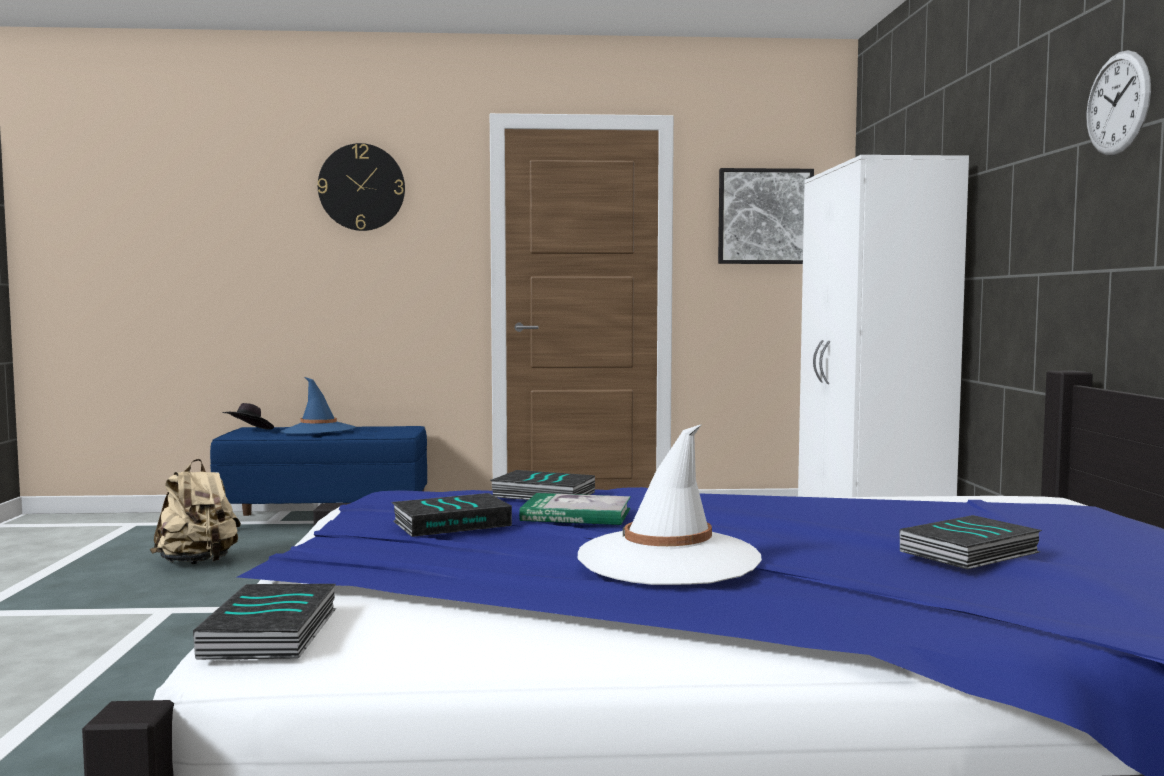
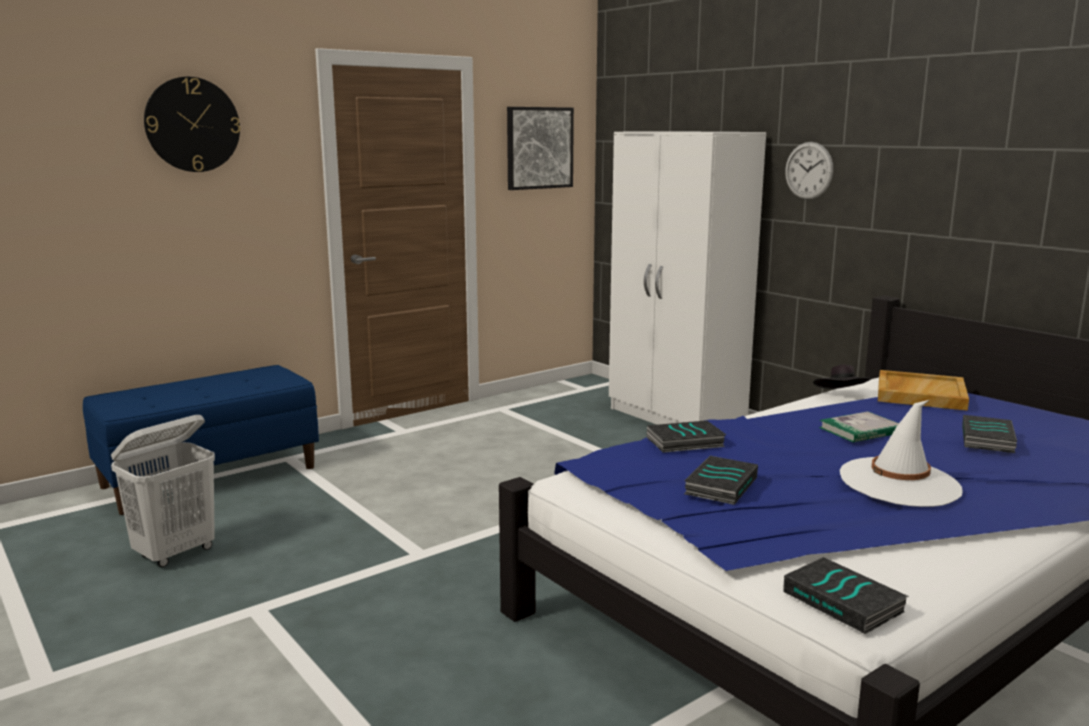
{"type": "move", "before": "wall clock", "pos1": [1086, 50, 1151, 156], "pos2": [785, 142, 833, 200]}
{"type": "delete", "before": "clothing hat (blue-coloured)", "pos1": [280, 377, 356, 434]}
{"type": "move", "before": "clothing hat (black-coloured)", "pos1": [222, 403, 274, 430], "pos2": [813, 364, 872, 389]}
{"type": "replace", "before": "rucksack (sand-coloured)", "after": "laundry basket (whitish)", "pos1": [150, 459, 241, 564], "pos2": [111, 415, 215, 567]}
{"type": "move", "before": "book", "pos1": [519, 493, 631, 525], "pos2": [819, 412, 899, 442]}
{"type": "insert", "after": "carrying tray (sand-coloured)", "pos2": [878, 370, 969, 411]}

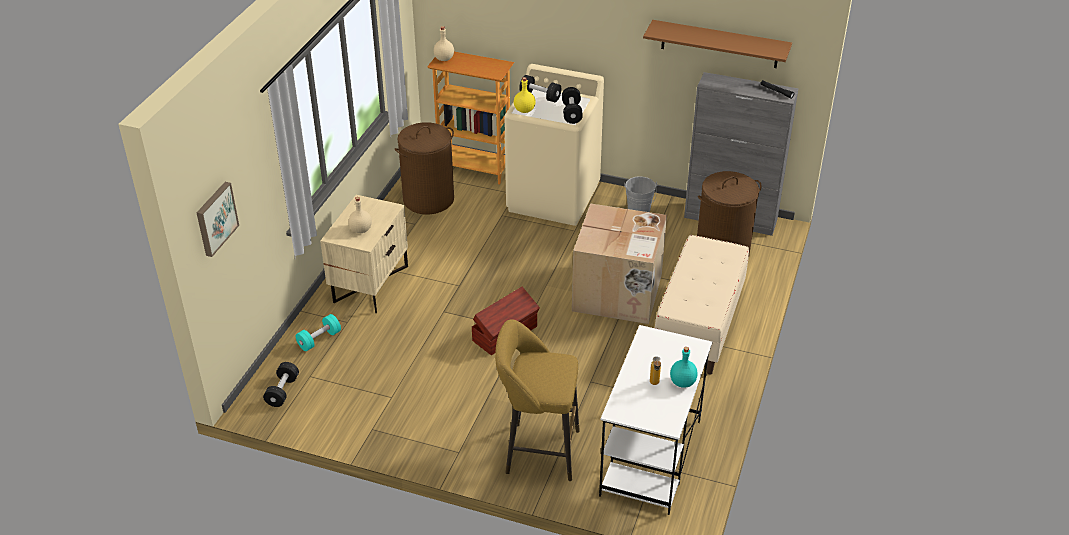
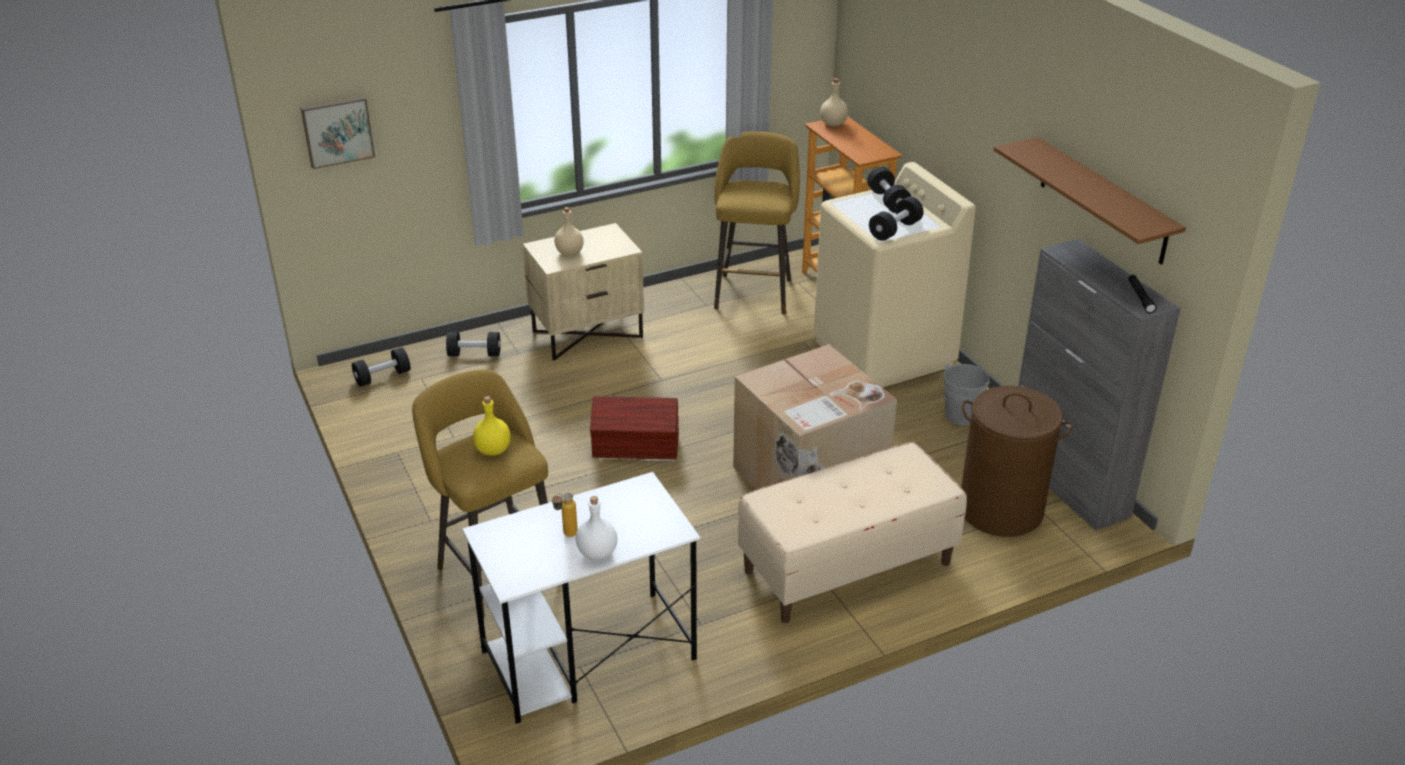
{"type": "move", "before": "beverage bottle (yellow-coloured)", "pos1": [514, 77, 536, 113], "pos2": [473, 396, 510, 456]}
{"type": "replace", "before": "laundry basket (brownish)", "after": "sitting stool (yellow-coloured)", "pos1": [395, 122, 454, 214], "pos2": [714, 131, 800, 314]}
{"type": "recolor", "before": "free weight (turquoise-coloured)", "after": "free weight (black-coloured)", "pos1": [296, 314, 341, 351], "pos2": [446, 332, 501, 356]}
{"type": "recolor", "before": "beverage bottle (turquoise-coloured)", "after": "beverage bottle (whitish)", "pos1": [670, 347, 698, 388], "pos2": [576, 496, 617, 560]}

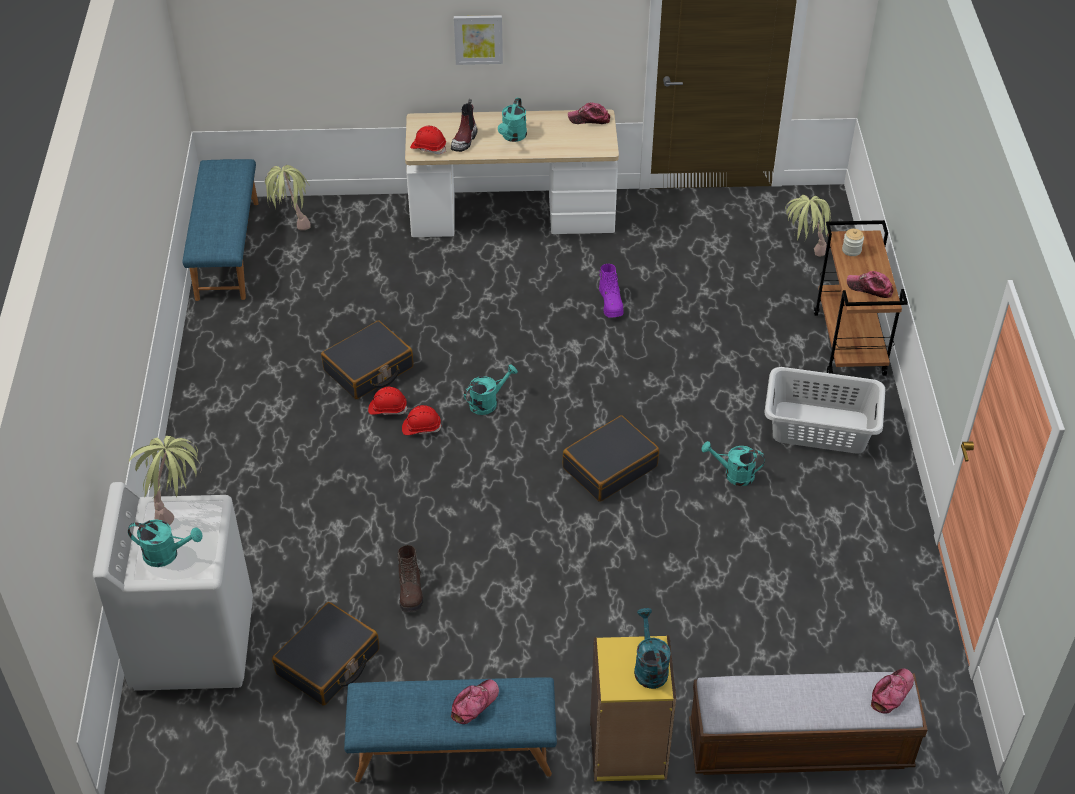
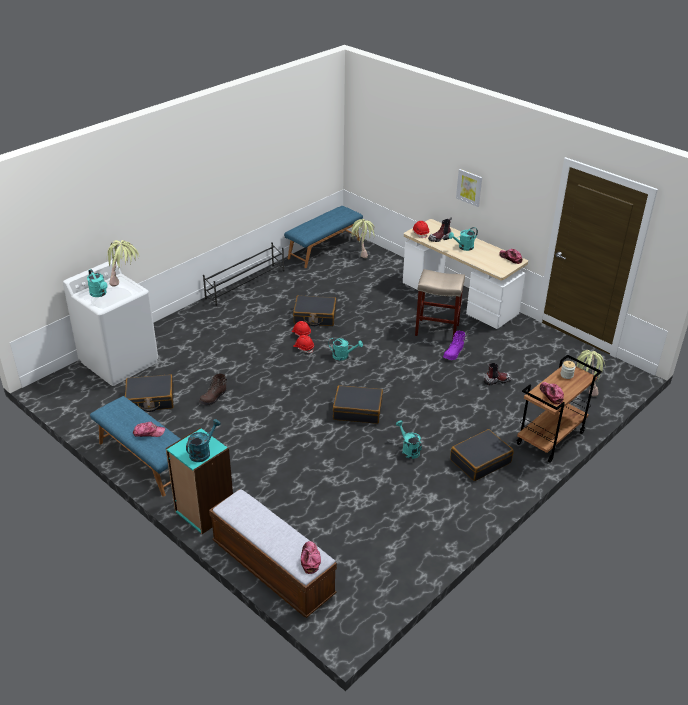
{"type": "replace", "before": "laundry basket (gray)", "after": "travel case (black-coloured)", "pos1": [764, 367, 885, 453], "pos2": [450, 429, 514, 481]}
{"type": "recolor", "before": "shelving unit (yellow-coloured)", "after": "shelving unit (turquoise-coloured)", "pos1": [590, 636, 676, 782], "pos2": [166, 427, 233, 534]}
{"type": "rotate", "before": "peaked cap", "pos1": [871, 669, 914, 714], "pos2": [301, 541, 321, 574], "turn": -90}
{"type": "insert", "after": "shoe shelf (black-coloured)", "pos2": [203, 242, 284, 306]}
{"type": "insert", "after": "sitting stool (sand-coloured)", "pos2": [415, 269, 465, 336]}
{"type": "insert", "after": "tall boot", "pos2": [484, 363, 511, 385]}

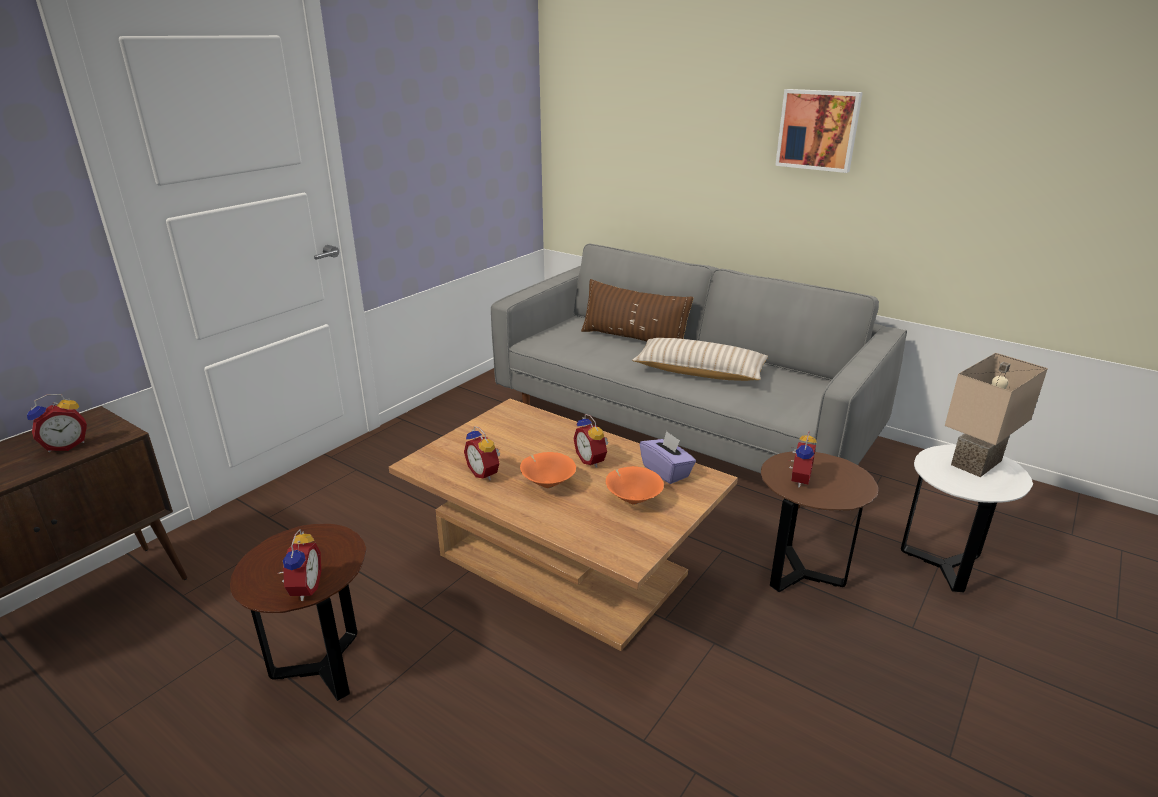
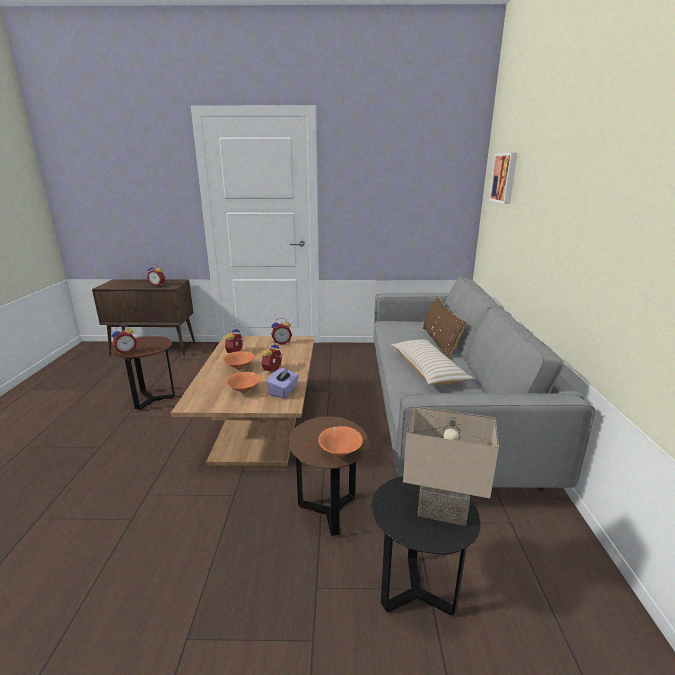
{"type": "move", "before": "wall art", "pos1": [775, 89, 863, 173], "pos2": [489, 153, 517, 204]}
{"type": "move", "before": "table clock", "pos1": [789, 430, 817, 488], "pos2": [271, 318, 292, 345]}
{"type": "recolor", "before": "accent table (whitish)", "after": "accent table (black-coloured)", "pos1": [901, 444, 1033, 592], "pos2": [371, 477, 481, 616]}
{"type": "insert", "after": "deep dish (orange)", "pos2": [318, 426, 363, 456]}

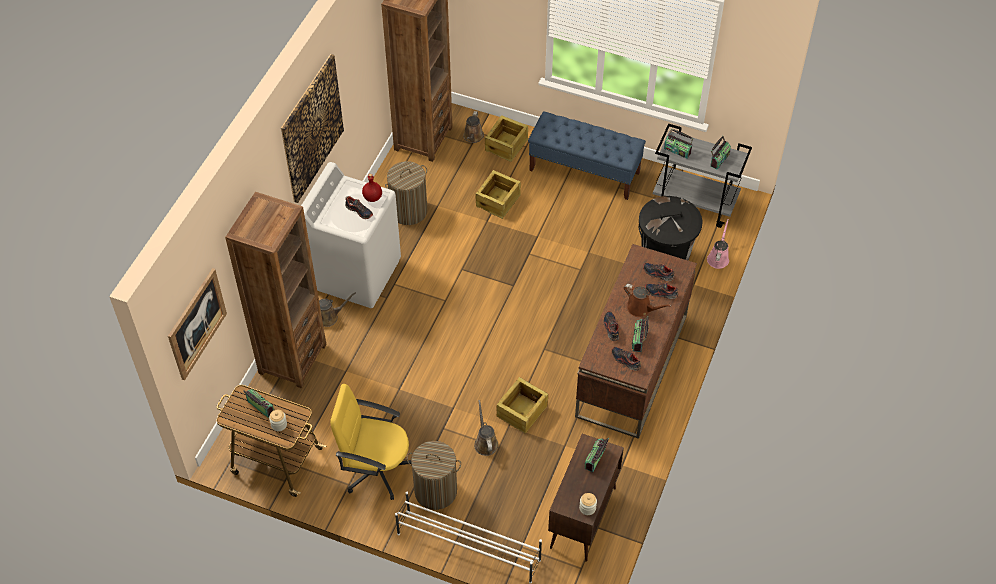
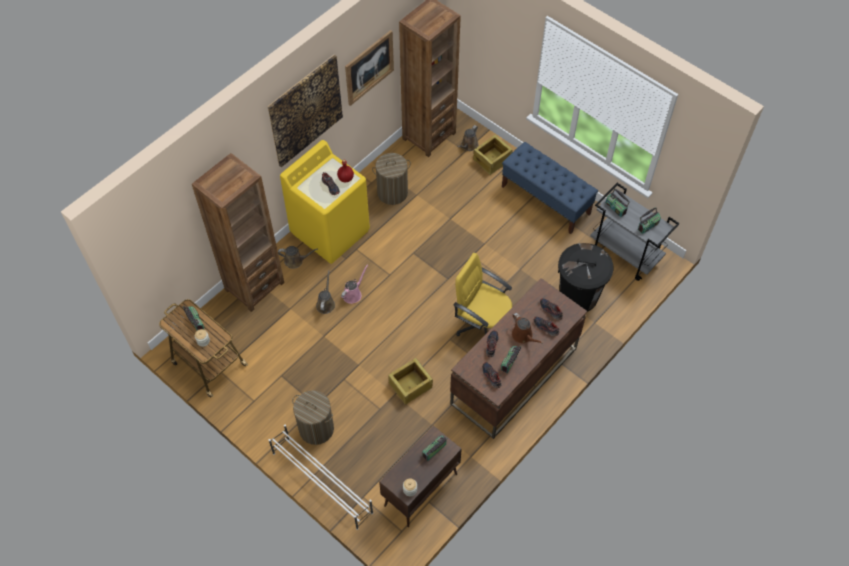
{"type": "recolor", "before": "washing machine (whitish)", "after": "washing machine (yellow-coloured)", "pos1": [301, 162, 401, 308], "pos2": [280, 140, 370, 264]}
{"type": "delete", "before": "shipping crate", "pos1": [475, 170, 521, 219]}
{"type": "move", "before": "sprinkling can (pink-coloured)", "pos1": [707, 219, 729, 269], "pos2": [341, 265, 368, 304]}
{"type": "move", "before": "wall art", "pos1": [168, 268, 227, 381], "pos2": [345, 30, 394, 106]}
{"type": "move", "before": "office chair (yellow-coloured)", "pos1": [330, 384, 412, 500], "pos2": [454, 253, 512, 336]}
{"type": "move", "before": "sprinkling can (brownish)", "pos1": [474, 400, 498, 456], "pos2": [316, 270, 335, 314]}

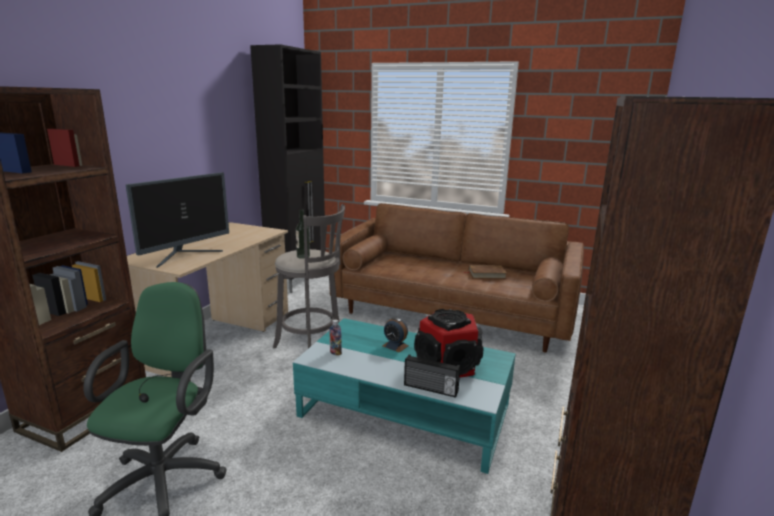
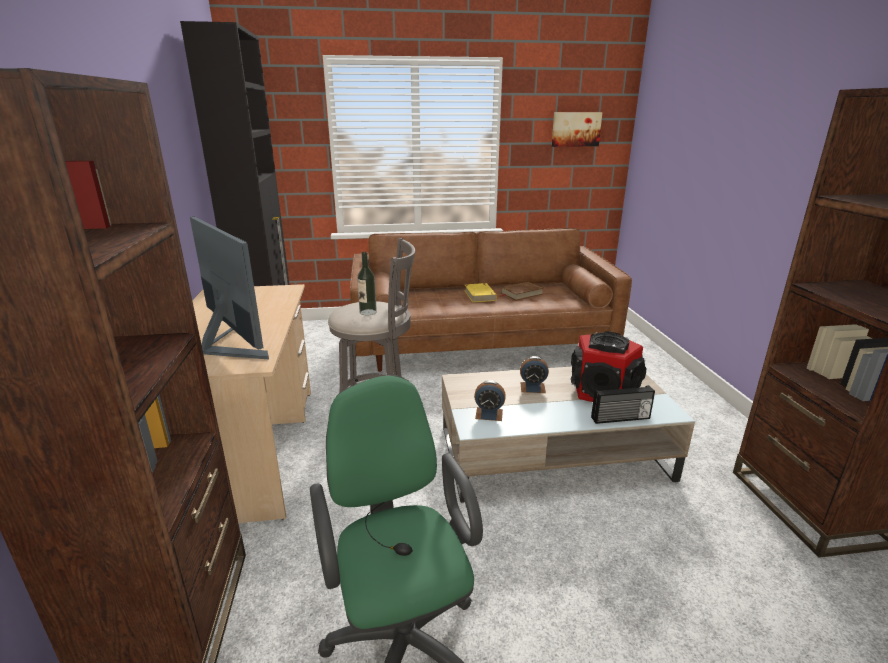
{"type": "rotate", "before": "monitor", "pos1": [126, 172, 229, 268], "pos2": [190, 217, 269, 359], "turn": -45}
{"type": "recolor", "before": "lounge table (turquoise-coloured)", "after": "lounge table (sand-coloured)", "pos1": [293, 318, 516, 474], "pos2": [442, 367, 695, 503]}
{"type": "replace", "before": "beverage bottle", "after": "table clock", "pos1": [330, 319, 342, 356], "pos2": [474, 380, 506, 421]}
{"type": "insert", "after": "wall art", "pos2": [552, 112, 603, 147]}
{"type": "insert", "after": "book (yellow-coloured)", "pos2": [464, 283, 497, 302]}

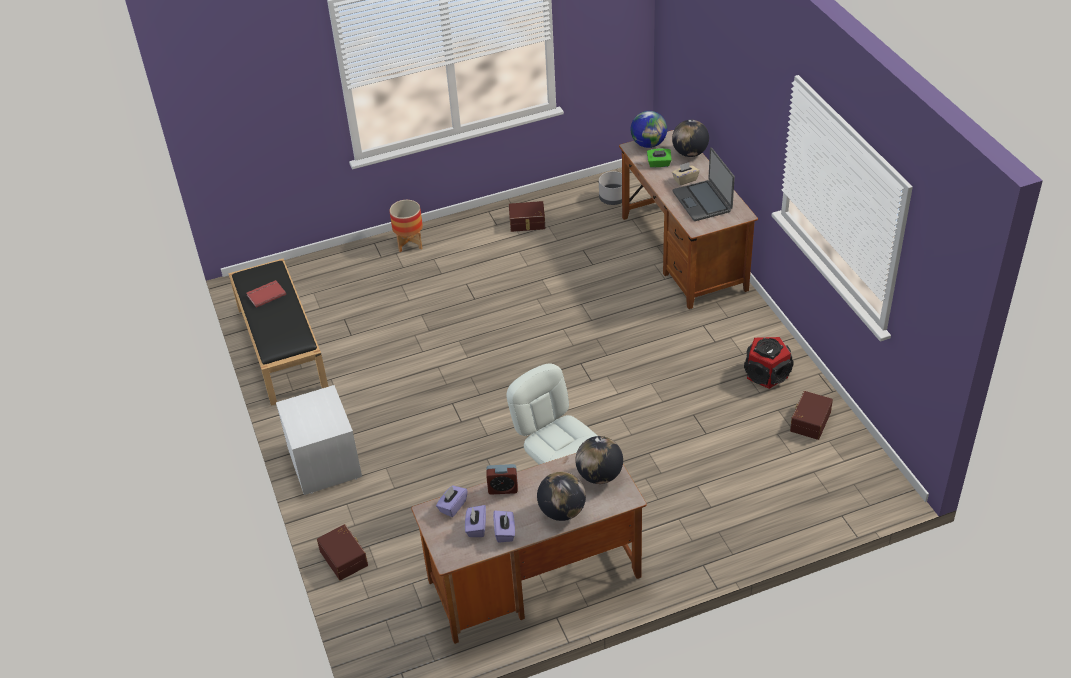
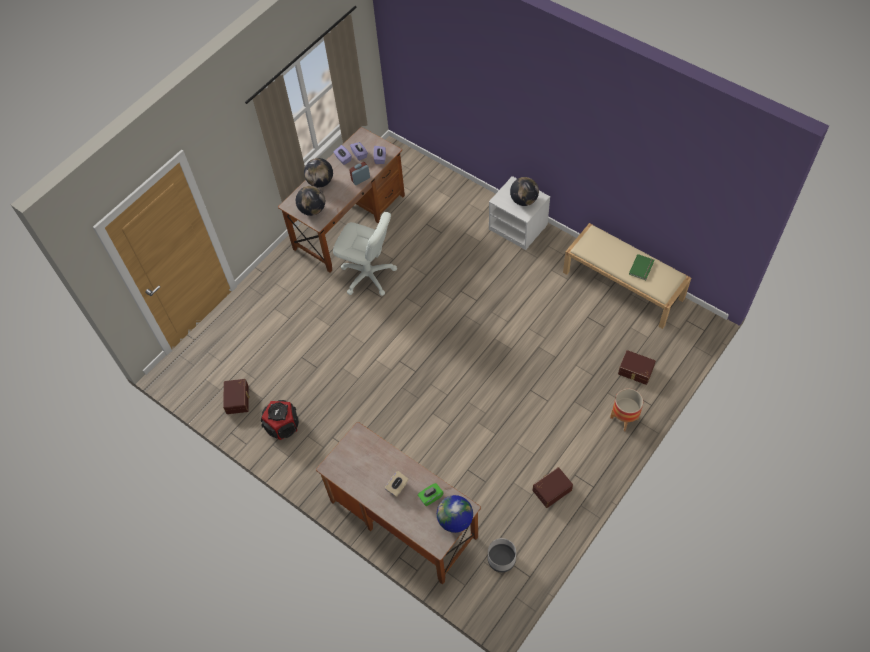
{"type": "move", "before": "desk globe", "pos1": [672, 120, 709, 157], "pos2": [510, 177, 539, 206]}
{"type": "delete", "before": "notebook computer", "pos1": [673, 147, 735, 221]}
{"type": "recolor", "before": "indoor bench (black-coloured)", "after": "indoor bench (sand-coloured)", "pos1": [228, 258, 329, 406], "pos2": [563, 223, 691, 329]}
{"type": "recolor", "before": "book (red)", "after": "book (green)", "pos1": [246, 280, 286, 308], "pos2": [629, 254, 654, 280]}
{"type": "move", "before": "storage bin (brownish)", "pos1": [317, 524, 368, 580], "pos2": [618, 350, 656, 385]}

